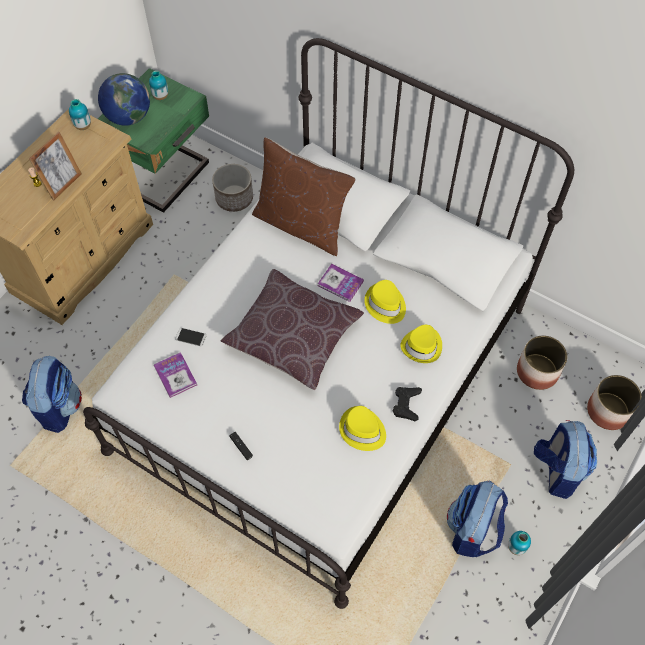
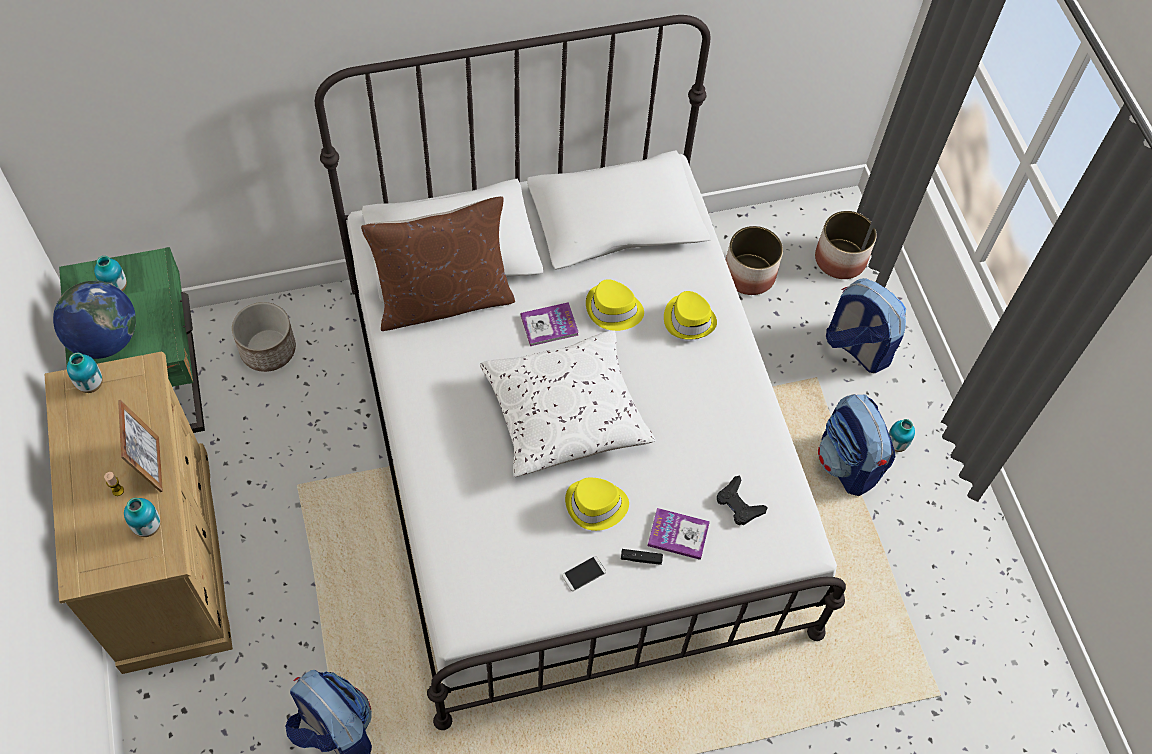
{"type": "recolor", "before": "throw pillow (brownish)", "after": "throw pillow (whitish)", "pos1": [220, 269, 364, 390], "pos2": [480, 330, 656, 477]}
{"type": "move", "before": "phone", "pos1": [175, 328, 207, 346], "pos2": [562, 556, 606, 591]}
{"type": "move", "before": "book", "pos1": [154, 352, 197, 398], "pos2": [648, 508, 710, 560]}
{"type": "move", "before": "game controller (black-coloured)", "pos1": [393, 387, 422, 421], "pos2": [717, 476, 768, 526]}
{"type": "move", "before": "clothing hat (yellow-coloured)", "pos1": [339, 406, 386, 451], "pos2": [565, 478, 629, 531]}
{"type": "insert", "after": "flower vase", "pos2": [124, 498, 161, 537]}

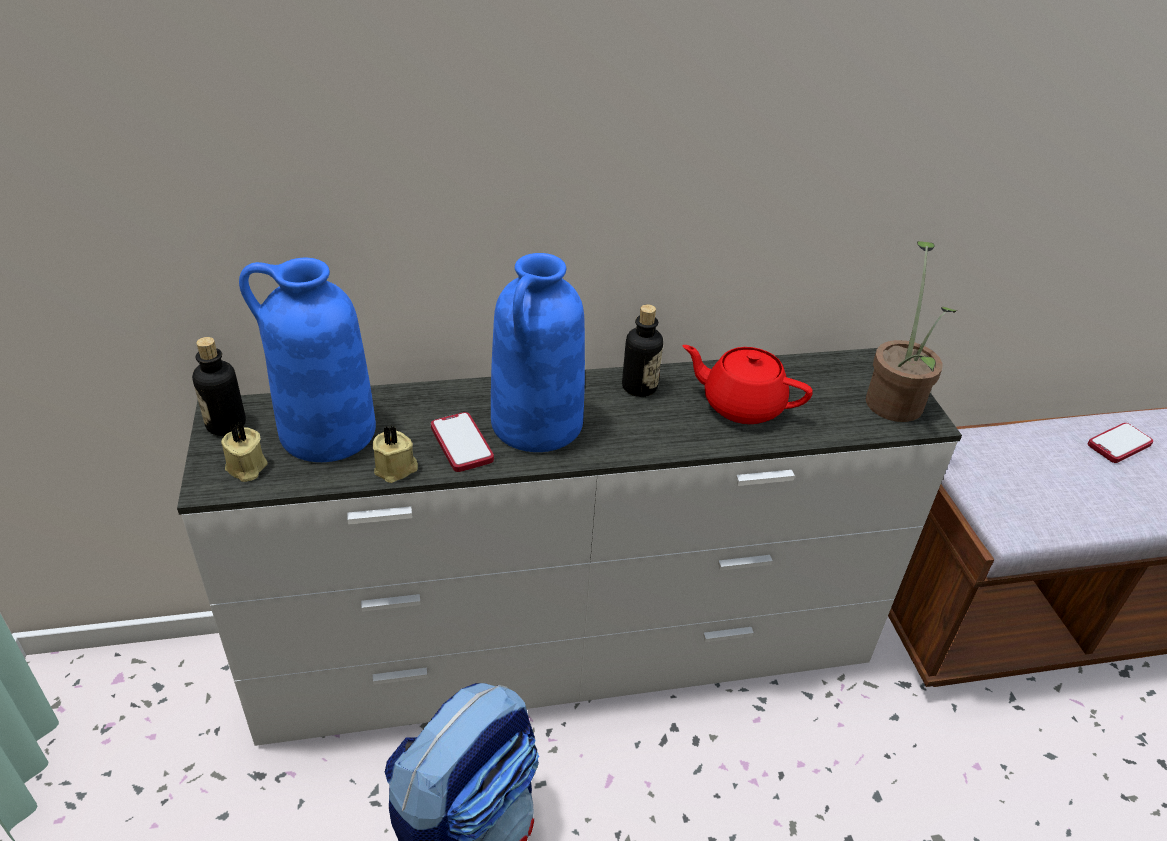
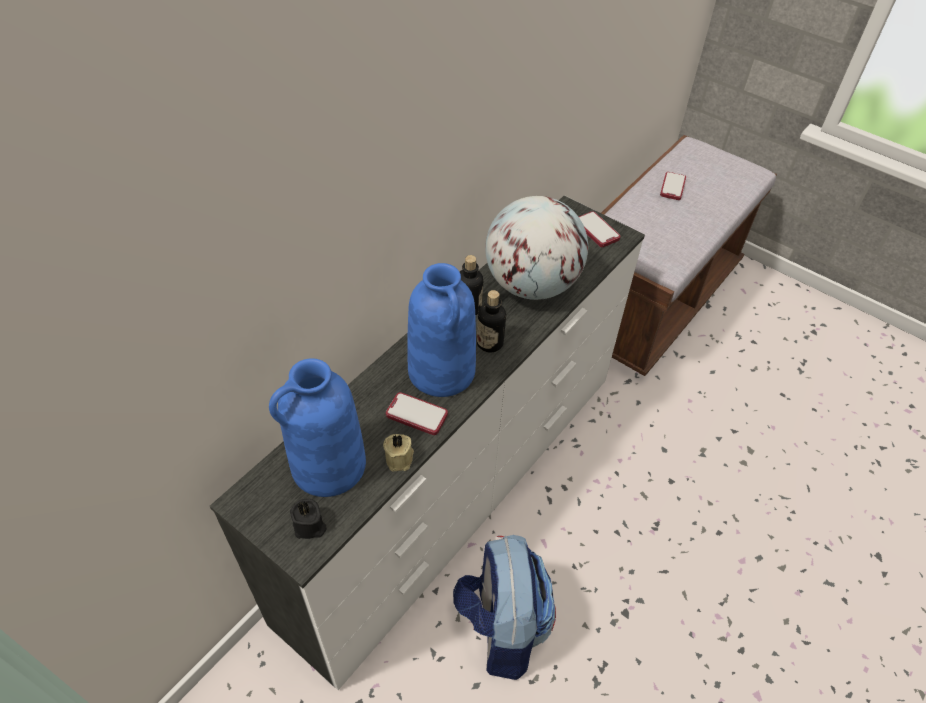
{"type": "replace", "before": "houseplant", "after": "phone", "pos1": [866, 241, 957, 422], "pos2": [579, 211, 620, 247]}
{"type": "move", "before": "beverage bottle", "pos1": [192, 337, 246, 436], "pos2": [477, 290, 506, 352]}
{"type": "replace", "before": "tea pot (red)", "after": "desk globe", "pos1": [682, 345, 813, 424], "pos2": [485, 196, 588, 300]}
{"type": "recolor", "before": "wax candle (sand-coloured)", "after": "wax candle (black-coloured)", "pos1": [221, 423, 268, 482], "pos2": [290, 499, 327, 539]}

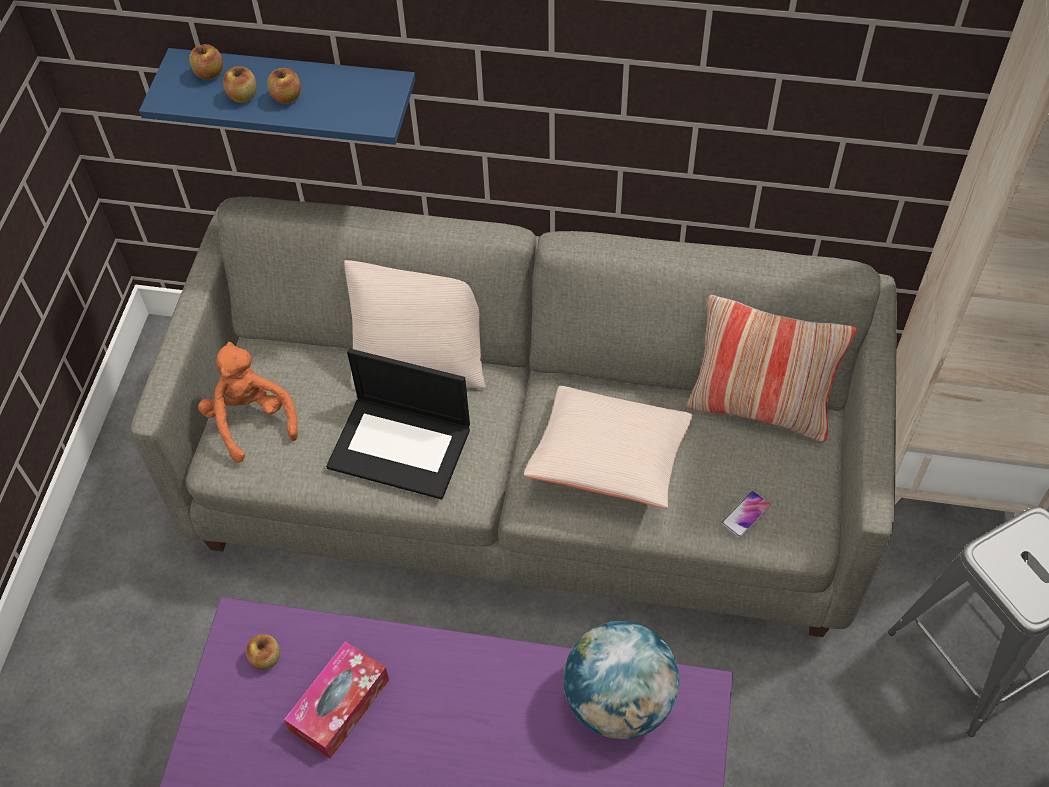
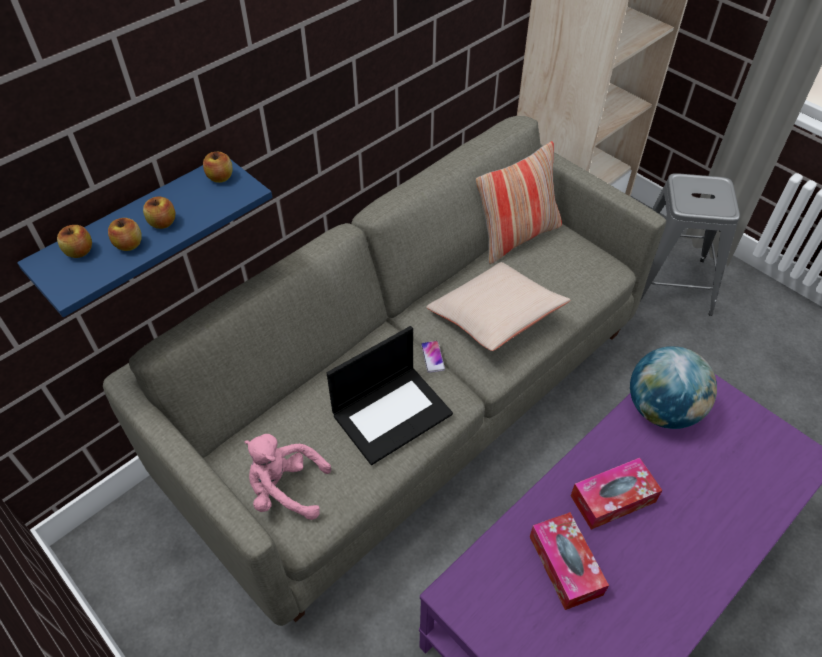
{"type": "delete", "before": "throw pillow (sand-coloured)", "pos1": [344, 260, 486, 390]}
{"type": "recolor", "before": "plush toy (orange)", "after": "plush toy (pink-coloured)", "pos1": [198, 342, 298, 463], "pos2": [244, 434, 331, 520]}
{"type": "move", "before": "phone", "pos1": [722, 491, 771, 537], "pos2": [421, 341, 445, 373]}
{"type": "move", "before": "whole apple", "pos1": [246, 634, 280, 670], "pos2": [203, 152, 233, 183]}
{"type": "insert", "after": "box of tissues", "pos2": [571, 458, 662, 530]}

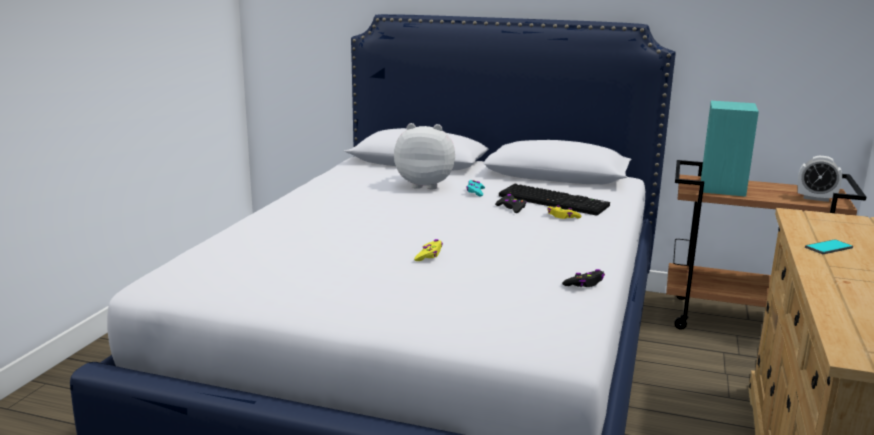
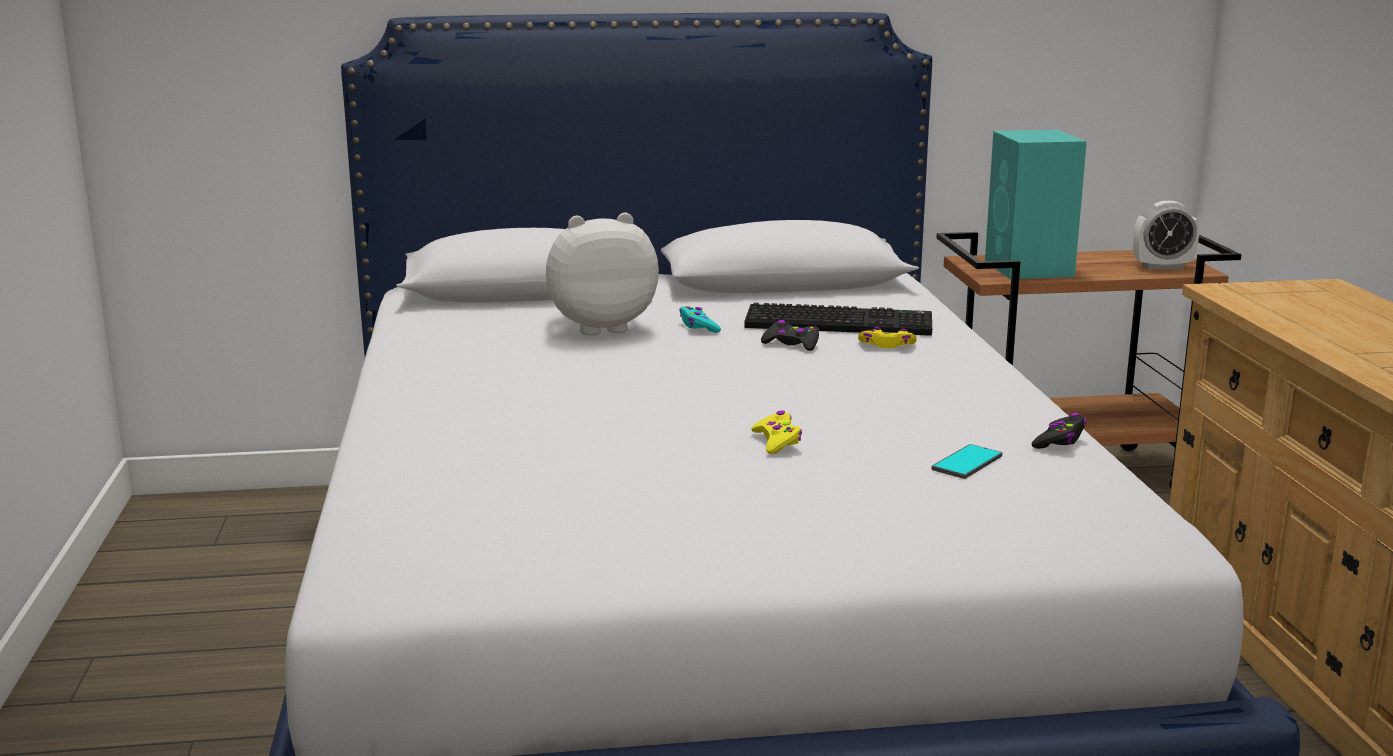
{"type": "move", "before": "phone", "pos1": [805, 239, 853, 254], "pos2": [932, 444, 1002, 479]}

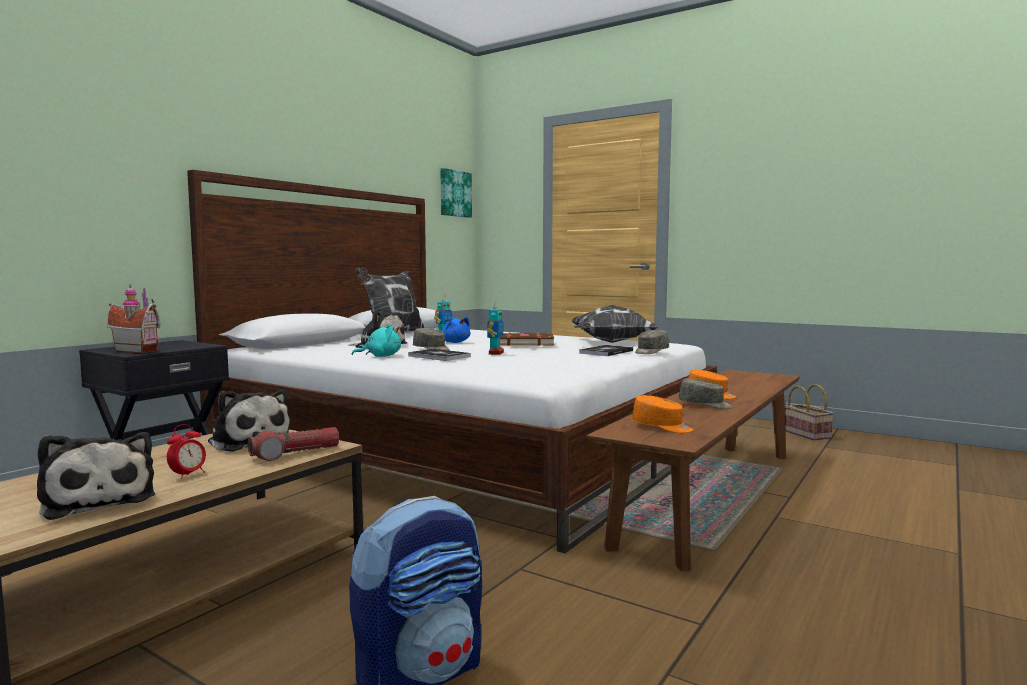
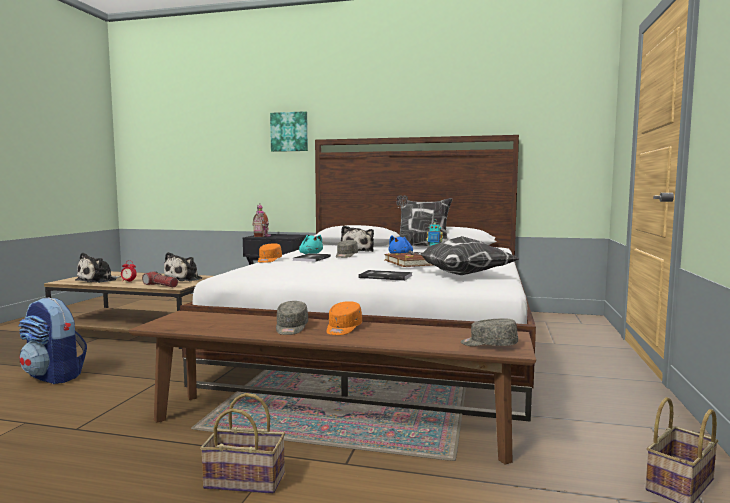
{"type": "move", "before": "wall art", "pos1": [440, 168, 472, 218], "pos2": [270, 111, 308, 152]}
{"type": "delete", "before": "model robot", "pos1": [487, 301, 504, 355]}
{"type": "move", "before": "peaked cap (gray)", "pos1": [635, 330, 669, 354], "pos2": [461, 318, 518, 346]}
{"type": "move", "before": "peaked cap (orange)", "pos1": [632, 395, 693, 433], "pos2": [258, 243, 282, 263]}
{"type": "insert", "after": "storage basket", "pos2": [200, 393, 285, 494]}

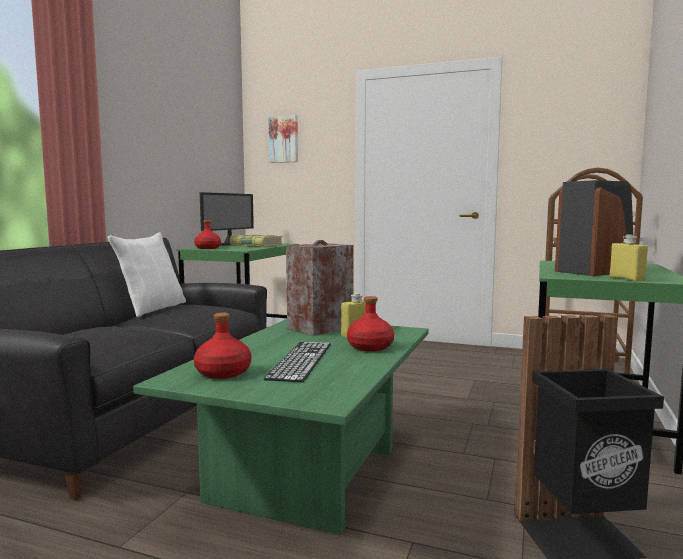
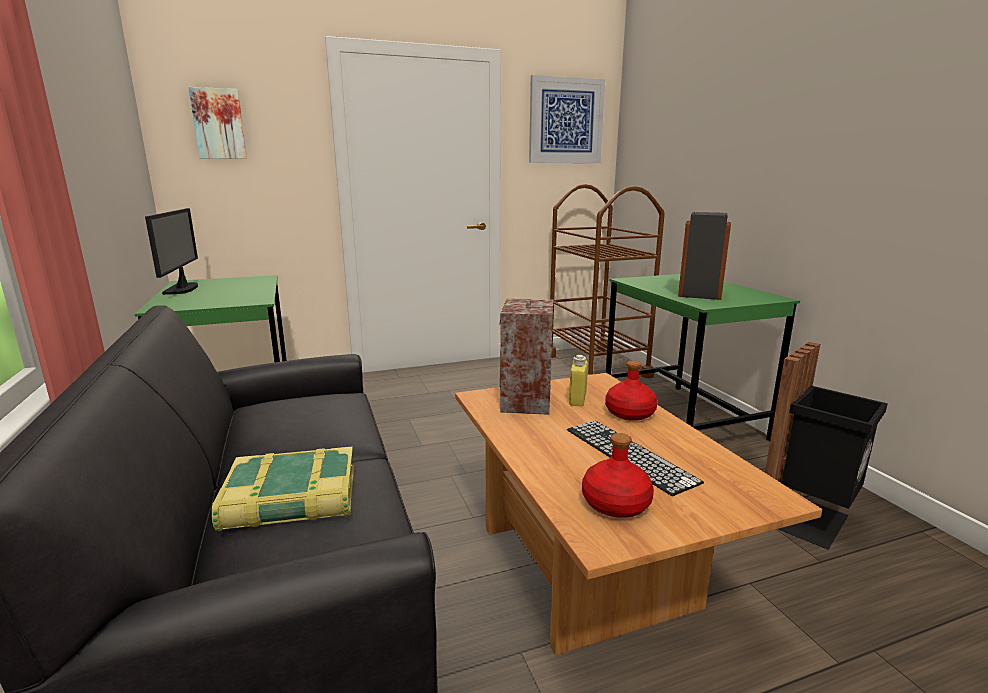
{"type": "delete", "before": "beverage bottle (red)", "pos1": [194, 220, 221, 249]}
{"type": "delete", "before": "throw pillow (whitish)", "pos1": [107, 232, 186, 317]}
{"type": "move", "before": "book", "pos1": [229, 235, 283, 247], "pos2": [212, 447, 354, 531]}
{"type": "delete", "before": "beverage bottle (yellow-coloured)", "pos1": [610, 235, 648, 281]}
{"type": "recolor", "before": "lounge table (green)", "after": "lounge table (brownish)", "pos1": [133, 319, 428, 535], "pos2": [455, 373, 822, 655]}
{"type": "insert", "after": "wall art", "pos2": [529, 75, 605, 163]}

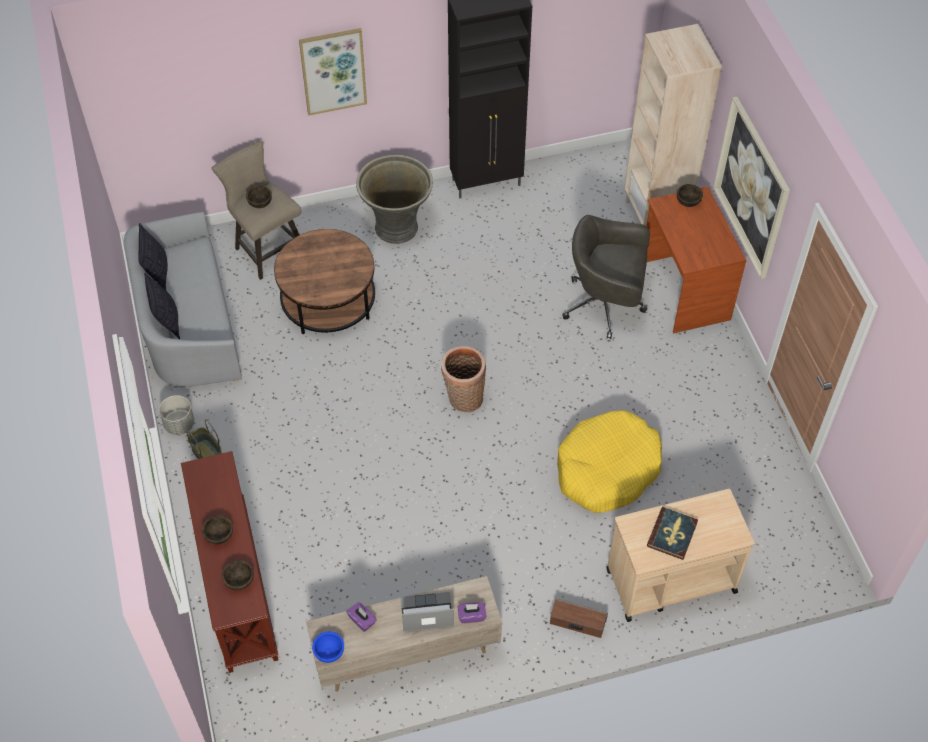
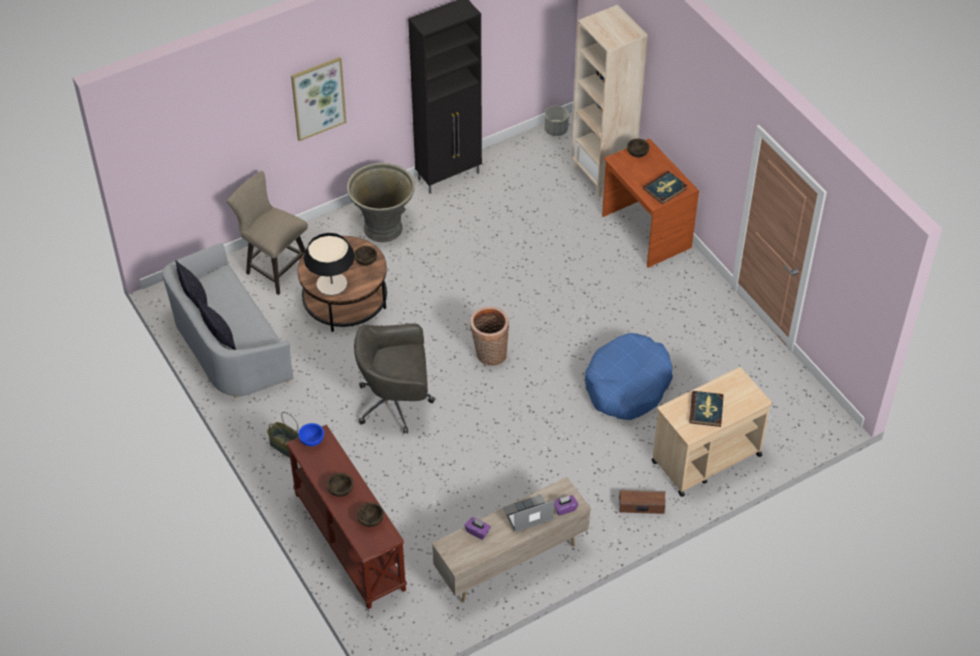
{"type": "delete", "before": "wall art", "pos1": [713, 97, 790, 279]}
{"type": "move", "before": "deep dish (brownish)", "pos1": [246, 186, 272, 208], "pos2": [354, 246, 377, 266]}
{"type": "move", "before": "office chair (gray)", "pos1": [562, 215, 650, 339], "pos2": [354, 323, 435, 434]}
{"type": "move", "before": "planter (gray)", "pos1": [159, 395, 194, 435], "pos2": [544, 106, 569, 136]}
{"type": "recolor", "before": "dog cushion (yellow-coloured)", "after": "dog cushion (blue-coloured)", "pos1": [557, 410, 662, 513], "pos2": [585, 333, 673, 420]}
{"type": "move", "before": "deep dish (blue-coloured)", "pos1": [312, 632, 344, 663], "pos2": [298, 423, 324, 446]}
{"type": "insert", "after": "book", "pos2": [643, 171, 687, 204]}
{"type": "insert", "after": "tabletop lamp", "pos2": [303, 233, 355, 296]}

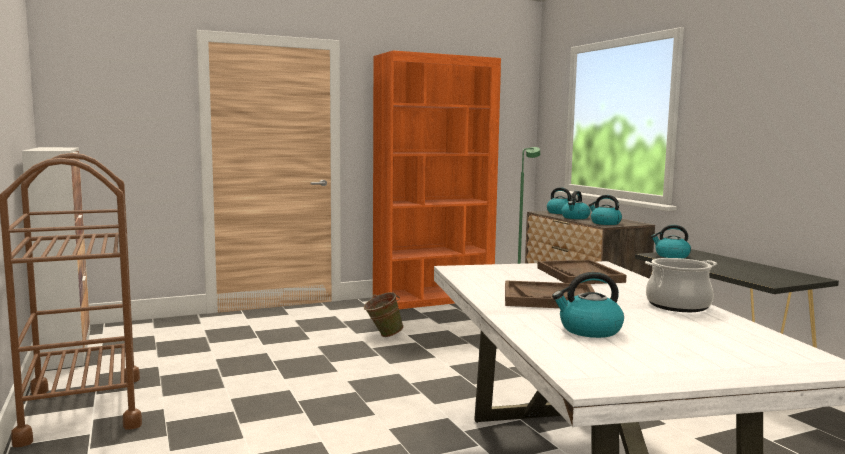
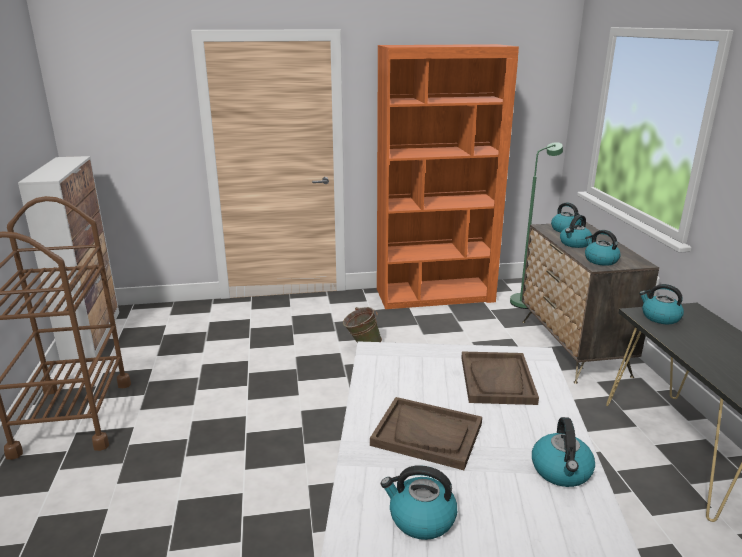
{"type": "replace", "before": "stockpot", "after": "tea kettle", "pos1": [645, 258, 718, 312], "pos2": [532, 417, 595, 487]}

